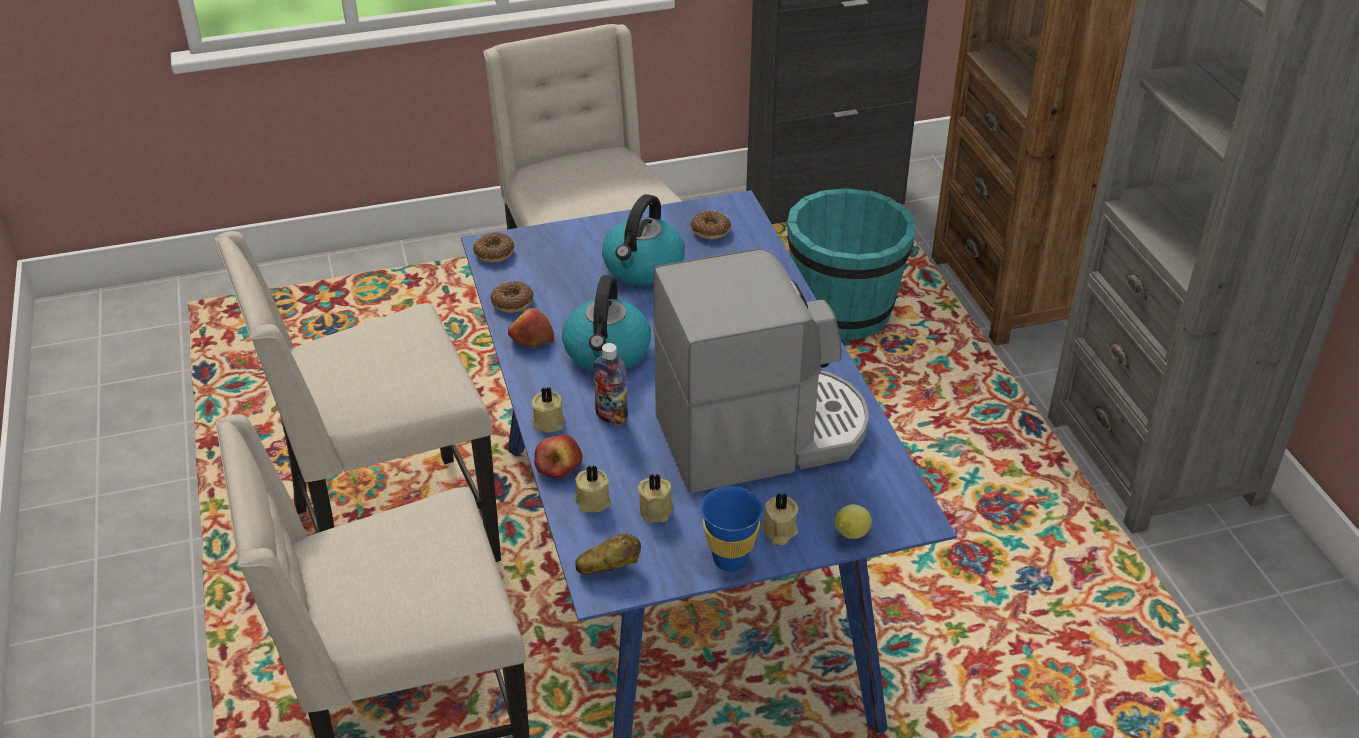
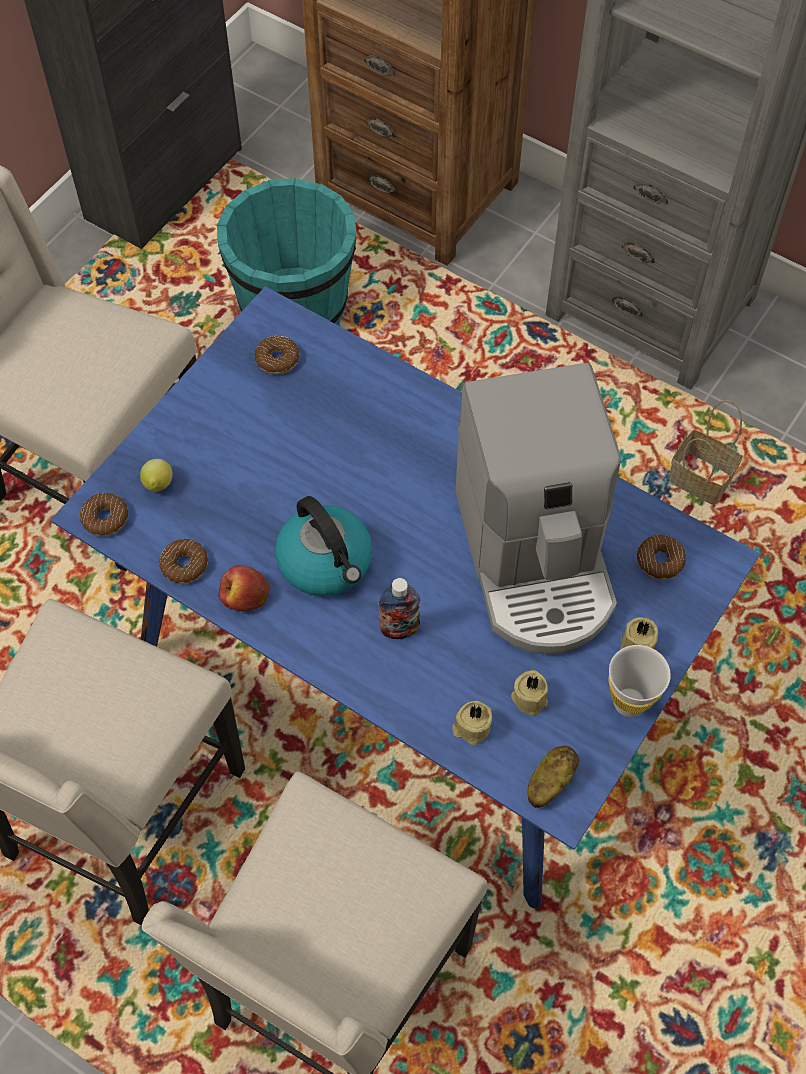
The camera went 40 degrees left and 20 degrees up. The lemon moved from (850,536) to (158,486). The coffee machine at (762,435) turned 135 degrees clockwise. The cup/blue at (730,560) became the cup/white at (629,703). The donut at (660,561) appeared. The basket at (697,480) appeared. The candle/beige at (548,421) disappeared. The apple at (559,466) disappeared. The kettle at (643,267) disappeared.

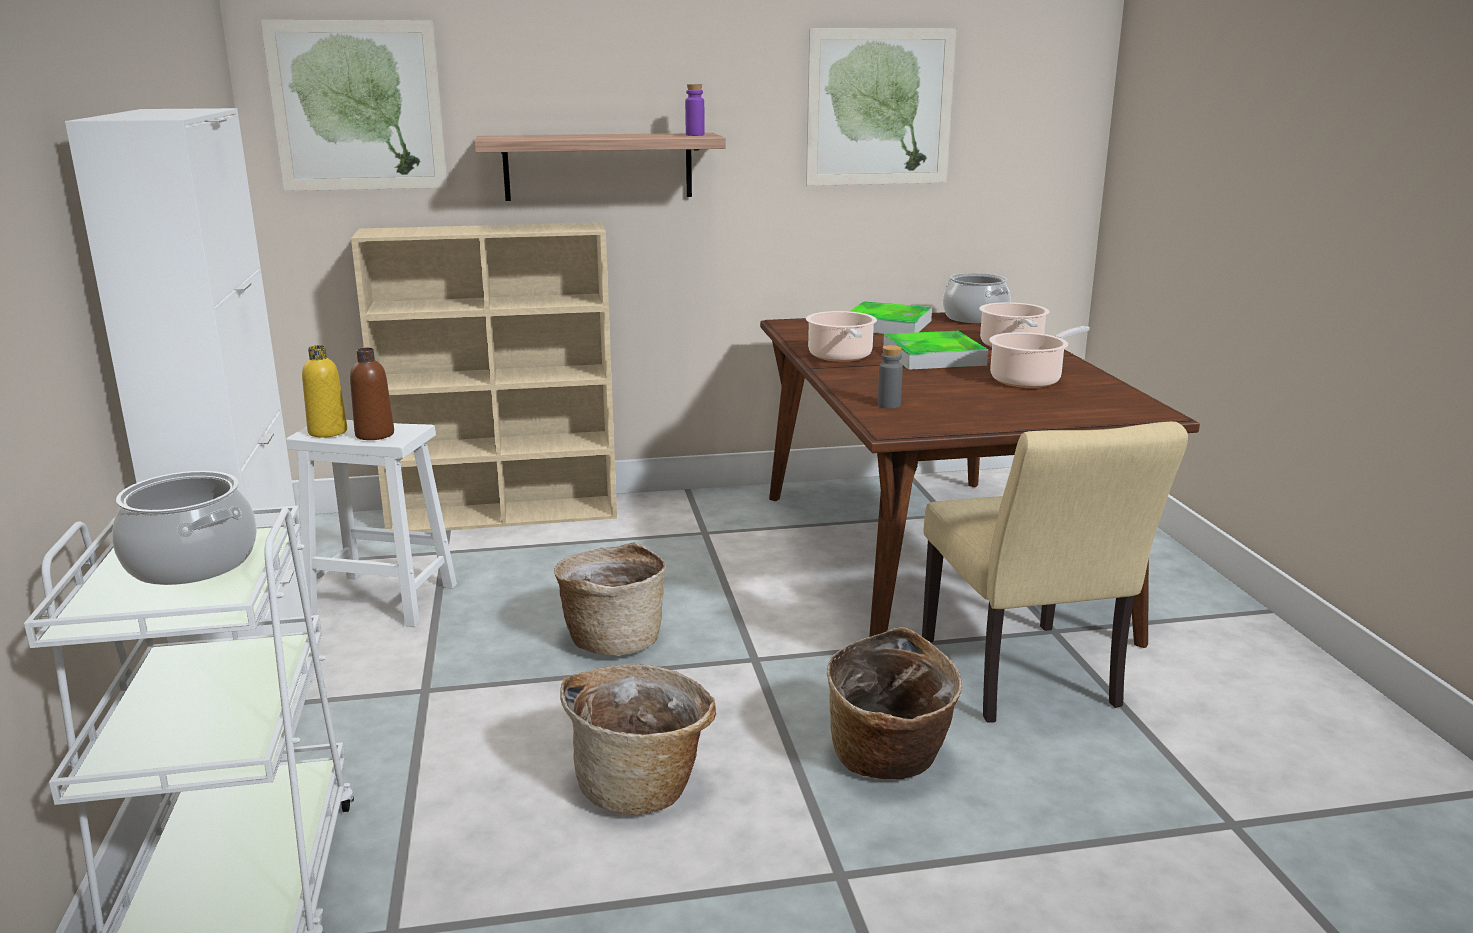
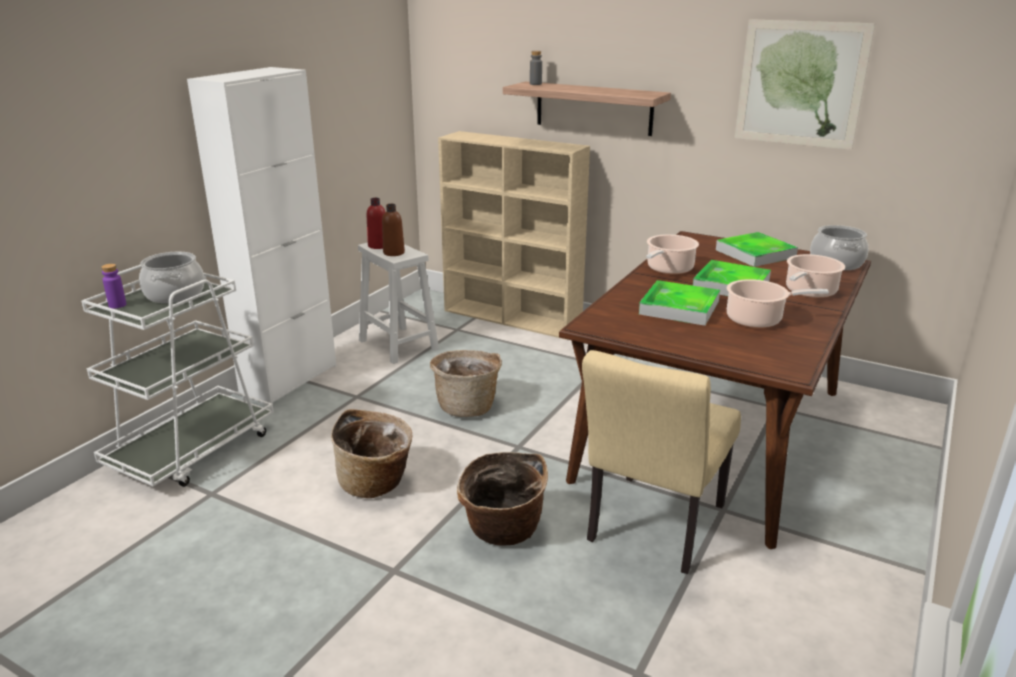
The camera went 40 degrees right and 5 degrees up. The bottle/purple moved from (695,135) to (117,305). The bottle/yellow at (327,432) became the bottle/red at (378,246). The bottle/grey moved from (889,405) to (535,84). The tray at (679,307) appeared. The picture at (357,106) disappeared.

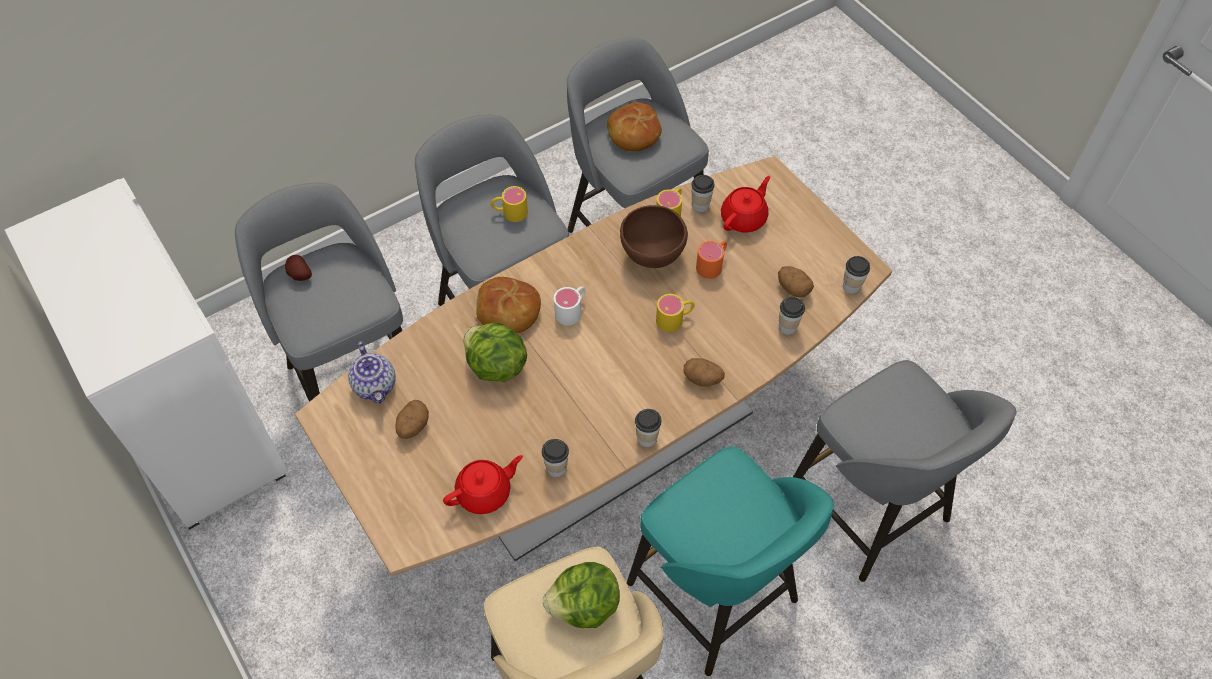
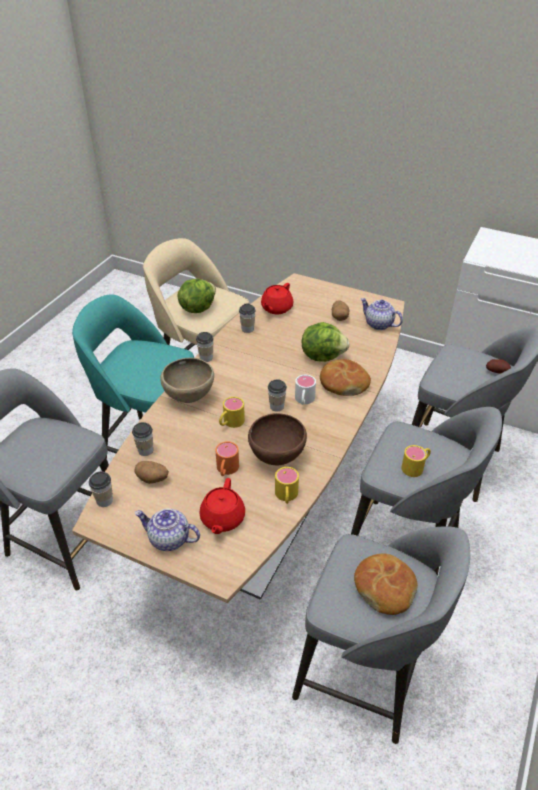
The camera went 150 degrees right and 15 degrees down. The teapot at (169,539) appeared. The potato at (703,379) was replaced by the bowl/brown at (189,397). The cup moved from (700,205) to (276,406).

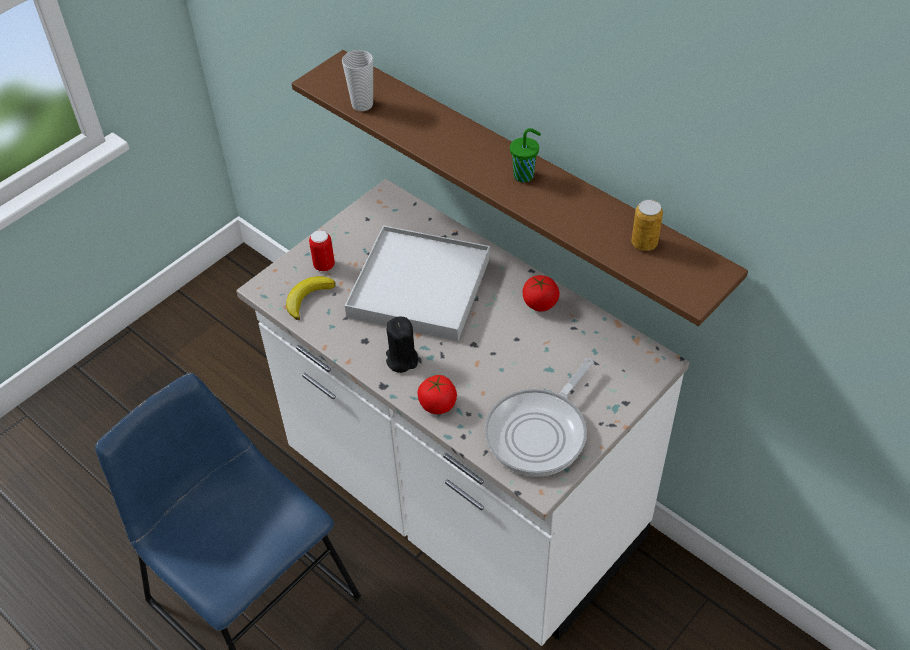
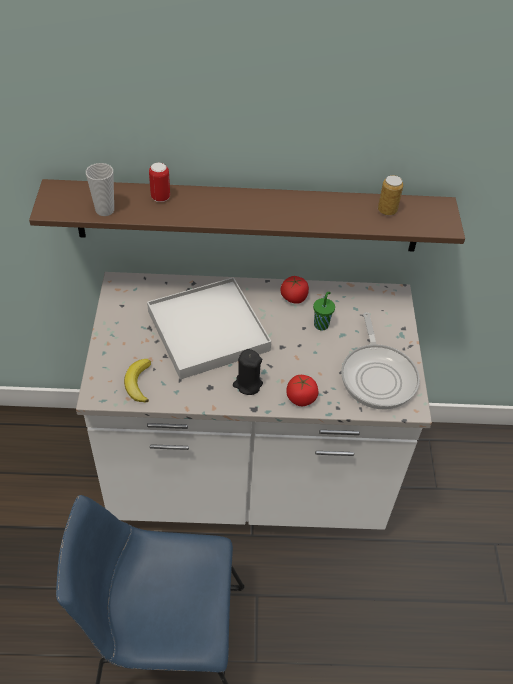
The camera went 45 degrees left and 0 degrees up. The can moved from (324,265) to (160,197). The cup/green moved from (524,175) to (321,324).

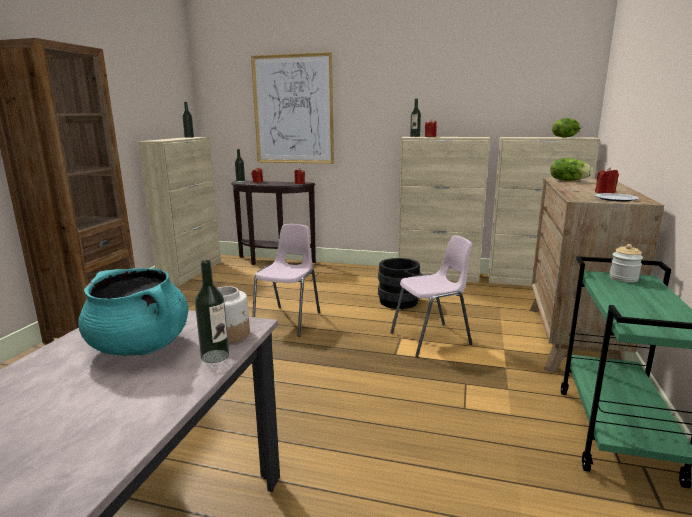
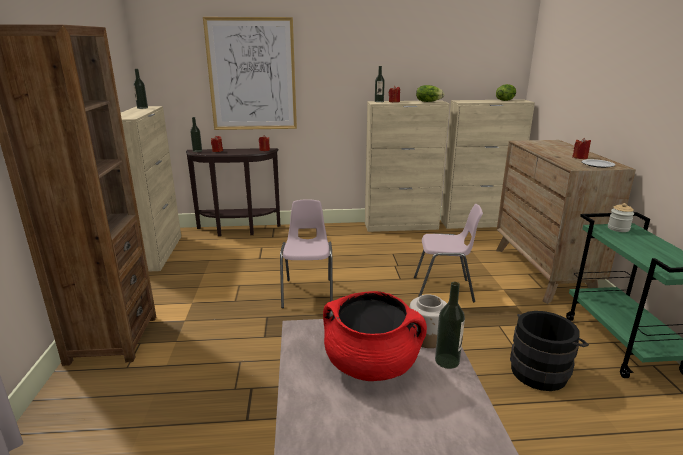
The camera went 20 degrees left and 5 degrees up. The cooking pot/turquoise at (141,346) became the cooking pot/red at (372,365). The chair/pink at (431,339) turned 45 degrees clockwise. The lettuce moved from (568,180) to (428,101). The bucket/black moved from (402,301) to (541,370).

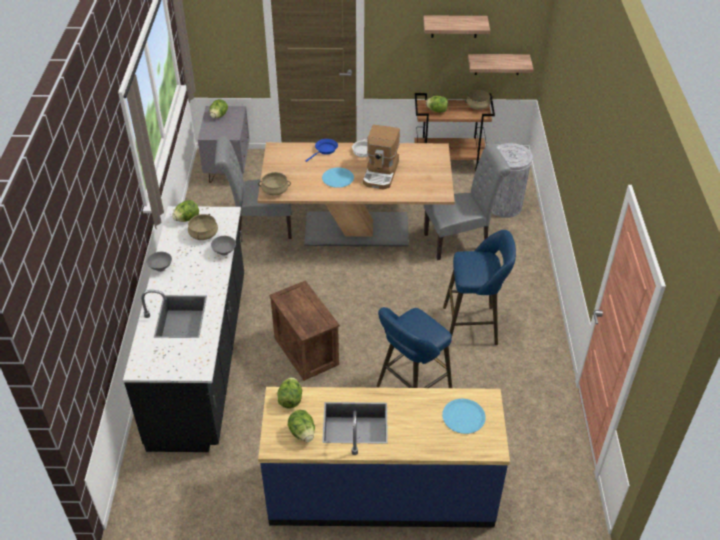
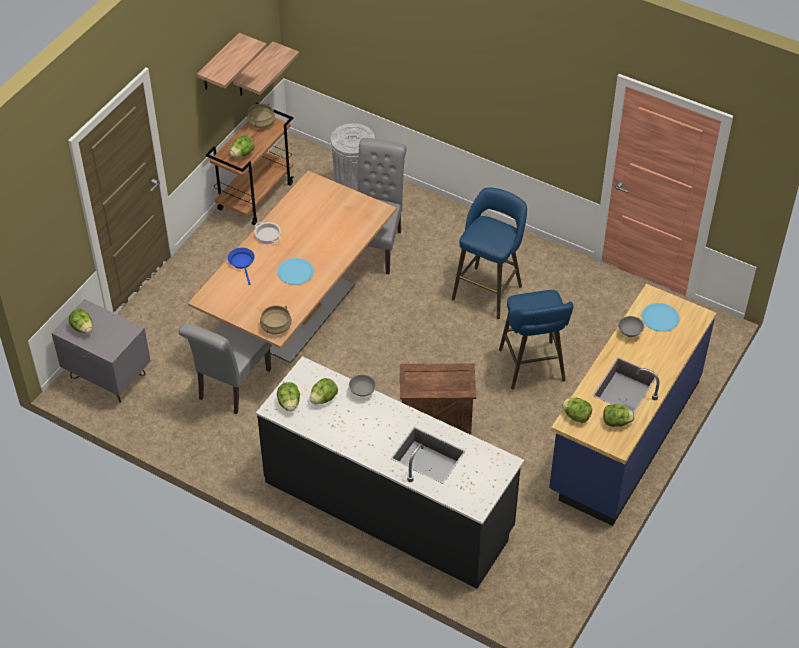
The camera went 60 degrees left and 5 degrees up. The cooking pot/beige at (204,234) was replaced by the lettuce at (323,398). The bowl/grey moved from (160,268) to (629,333). The coffee machine at (381,173) disappeared.

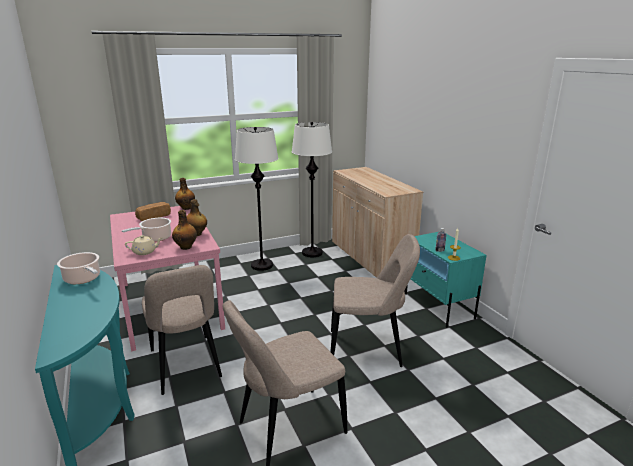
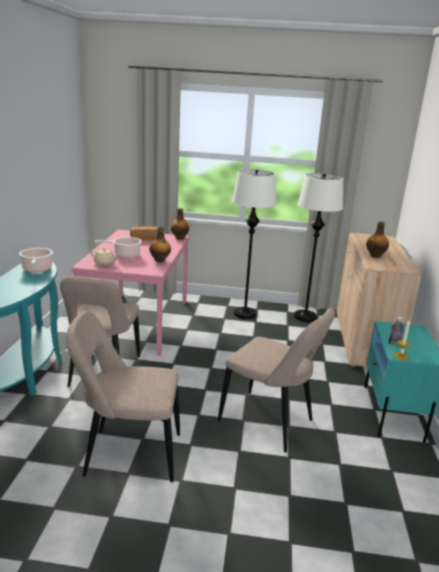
The camera went 30 degrees right and 0 degrees up. The bottle moved from (186,247) to (375,256).

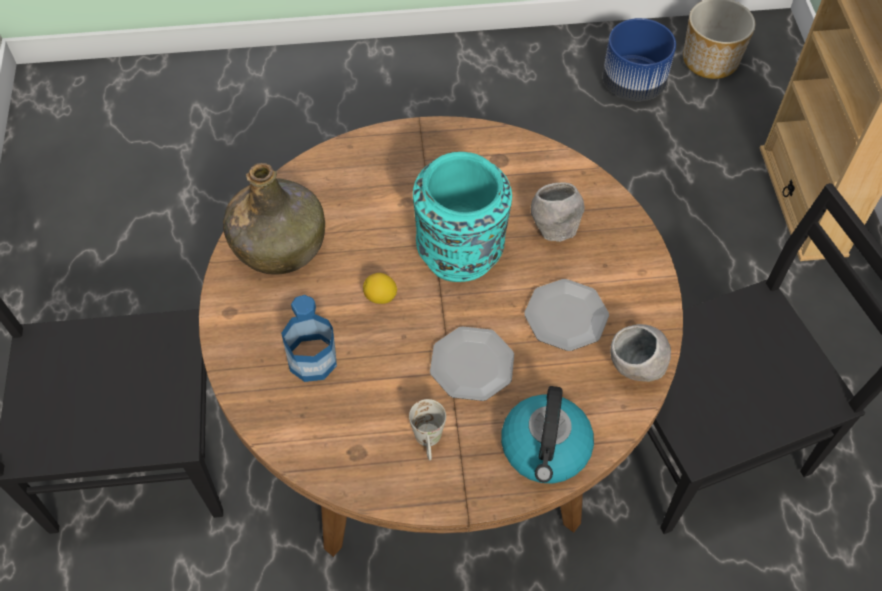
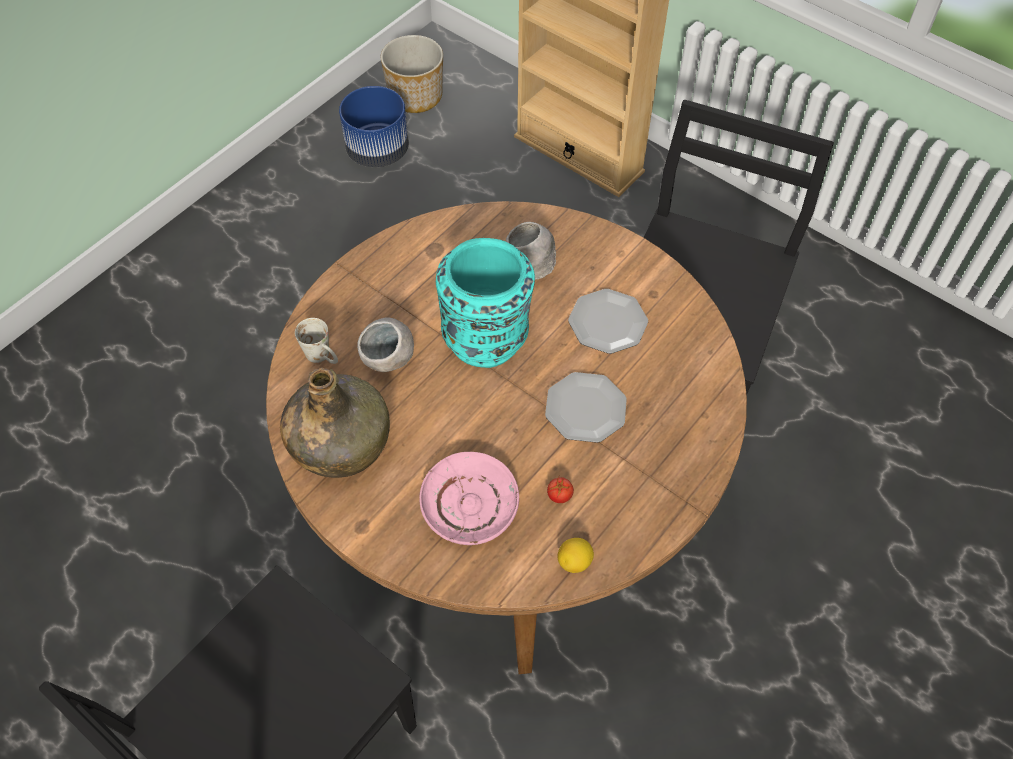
The camera went 45 degrees left and 0 degrees up. The mug/white moved from (429,443) to (323,357). The bowl/grey moved from (636,370) to (390,363). The bottle at (312,360) was replaced by the plate/pink at (470,504). The tomato at (559,496) appeared. The lemon moved from (380,297) to (574,562). The kettle at (545,449) disappeared.

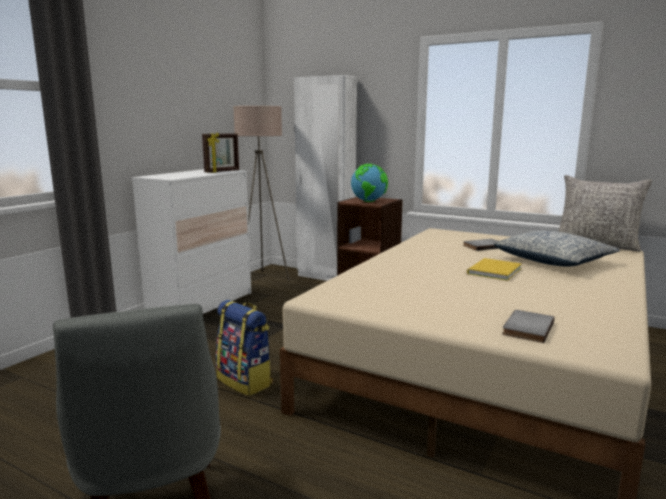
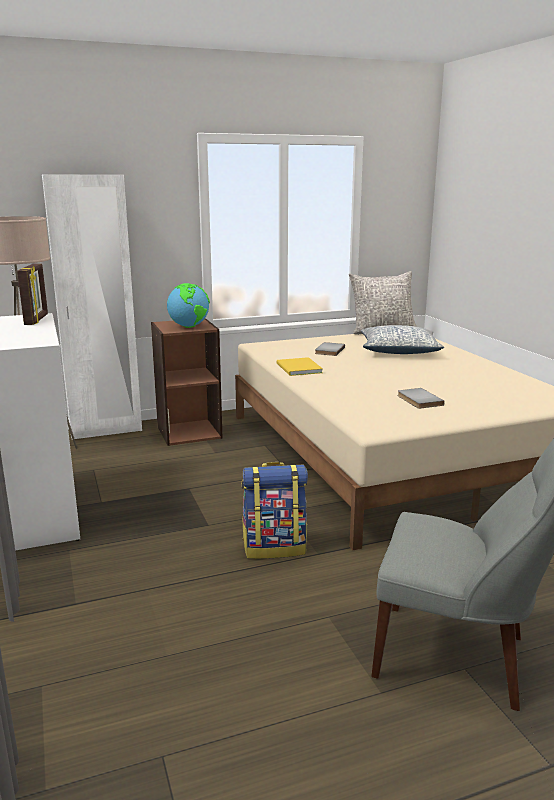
The camera went 50 degrees left and 5 degrees up. The book/yellow moved from (492,271) to (298,369). The book/grey moved from (526,328) to (418,400).

